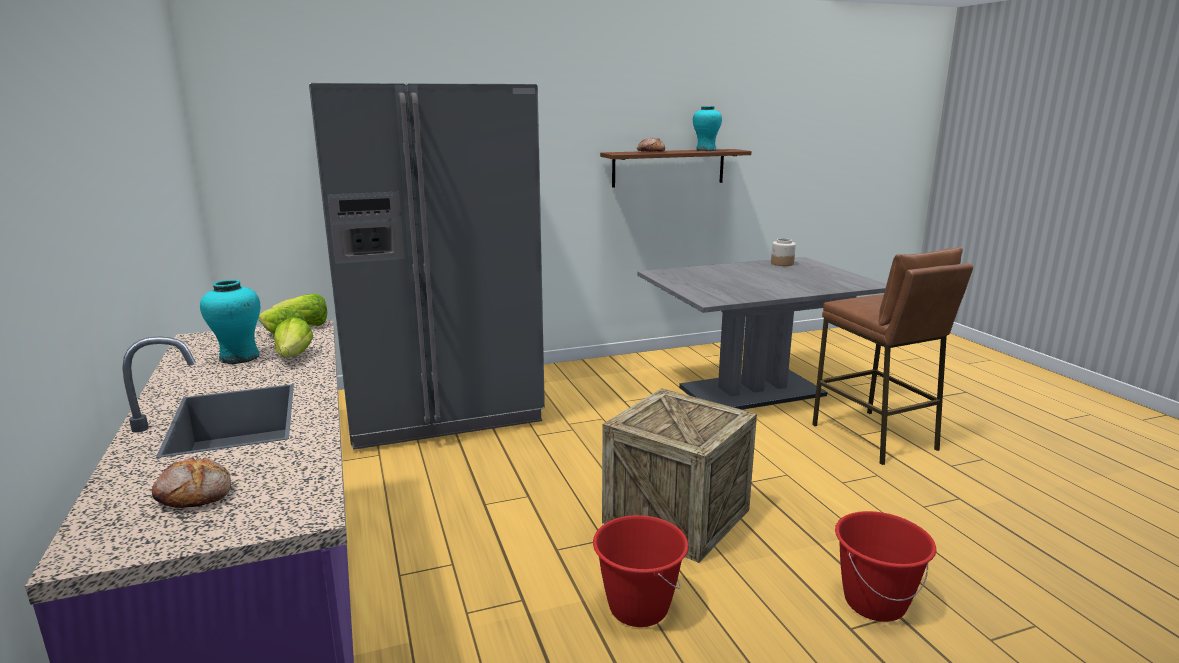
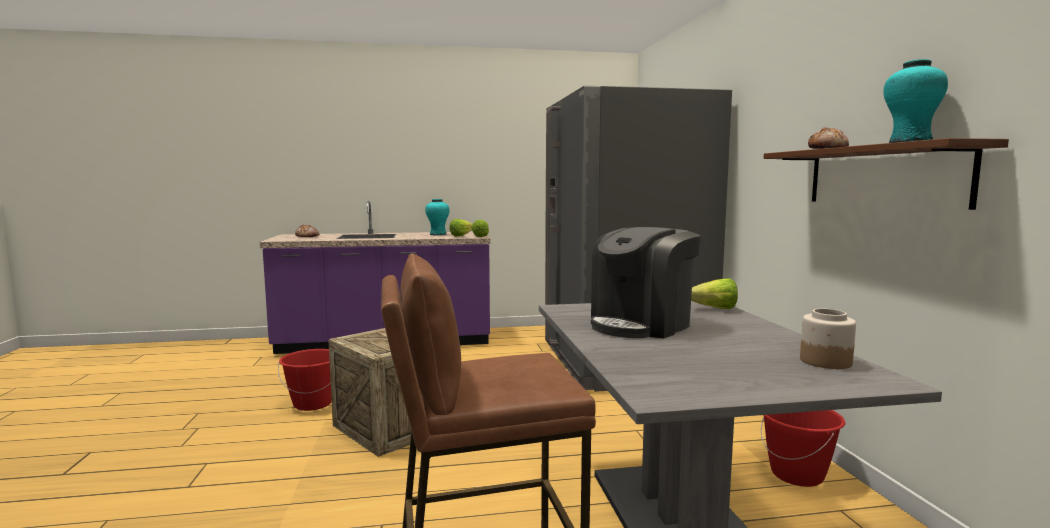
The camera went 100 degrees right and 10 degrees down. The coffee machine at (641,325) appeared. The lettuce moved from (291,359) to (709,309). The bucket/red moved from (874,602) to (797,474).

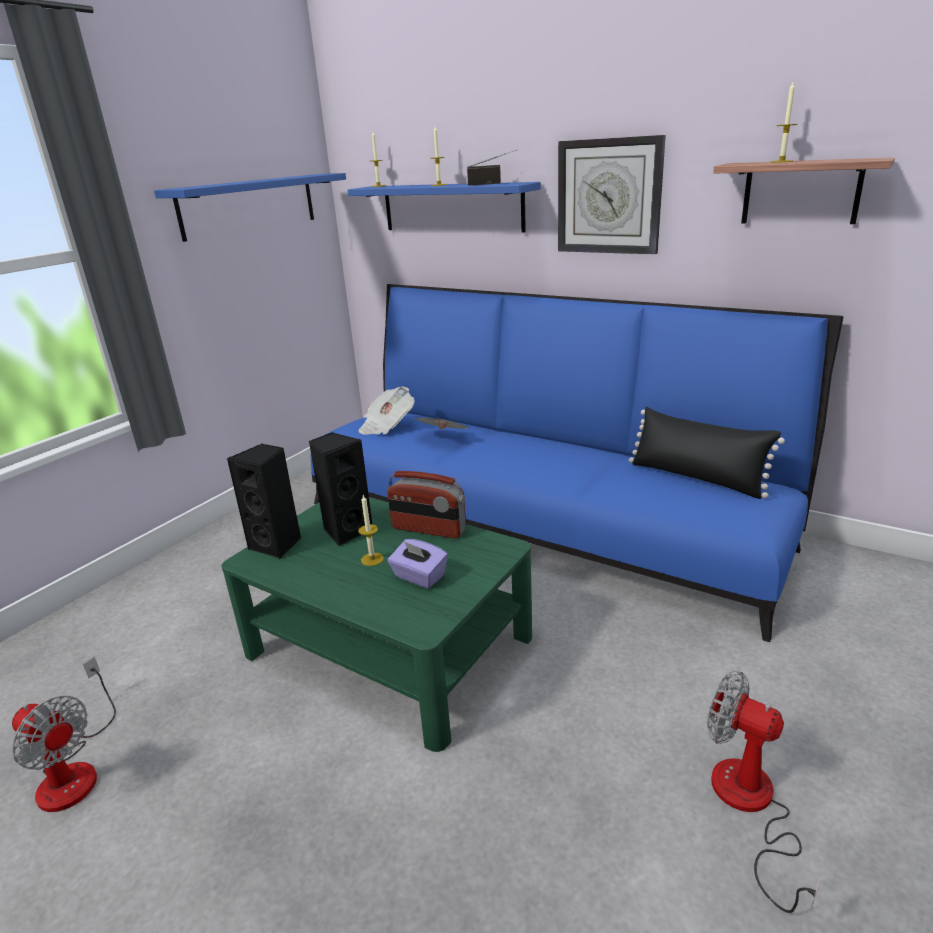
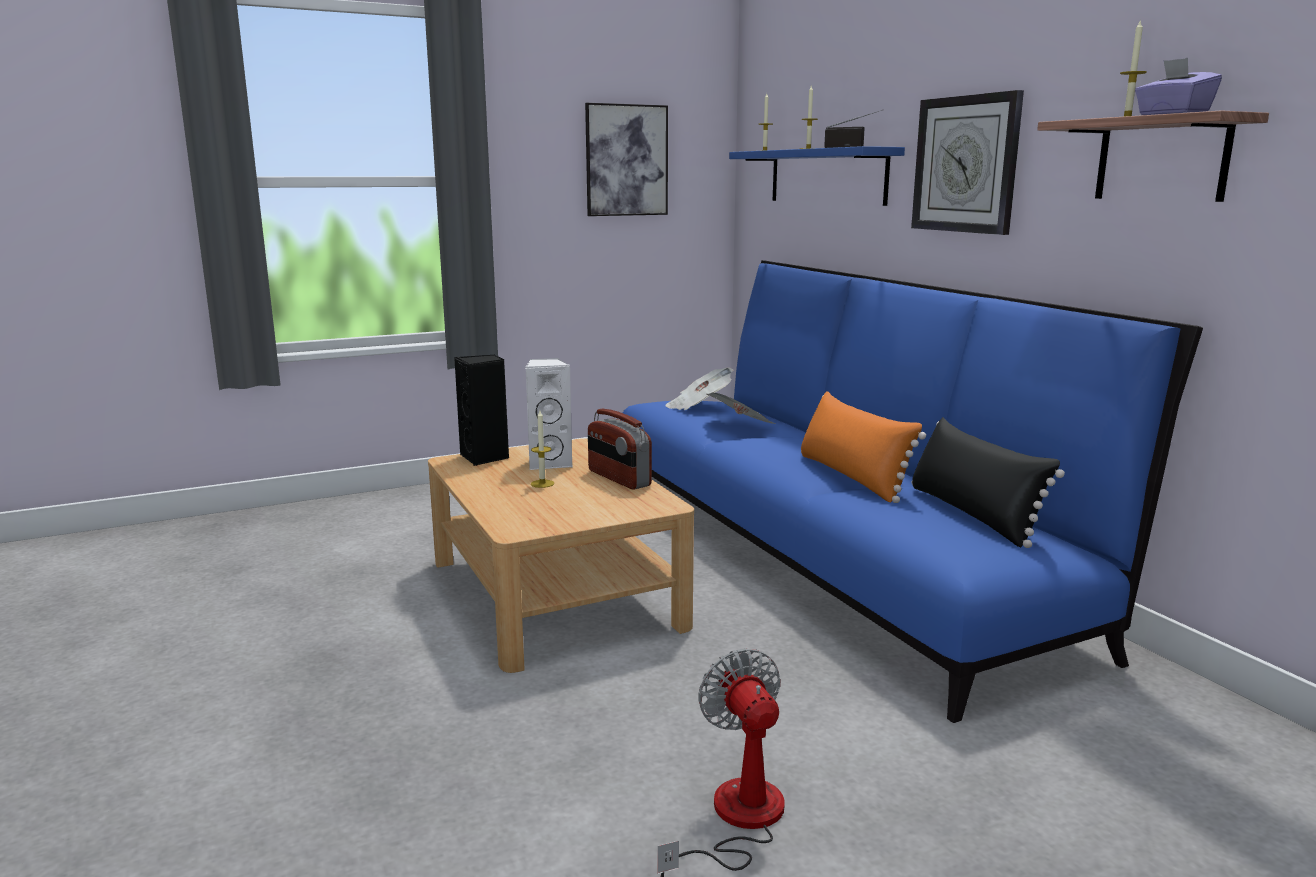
The camera went 30 degrees right and 10 degrees down. The coffee table/green at (389,645) became the coffee table/beige at (555,593). The speaker/black at (346,531) became the speaker/white at (550,463). The shelf/blue at (249,205) was replaced by the picture at (626,160). The pillow/orange at (852,477) appeared. The tissue box/purple moved from (419,577) to (1172,114). The fan at (75,770) disappeared.

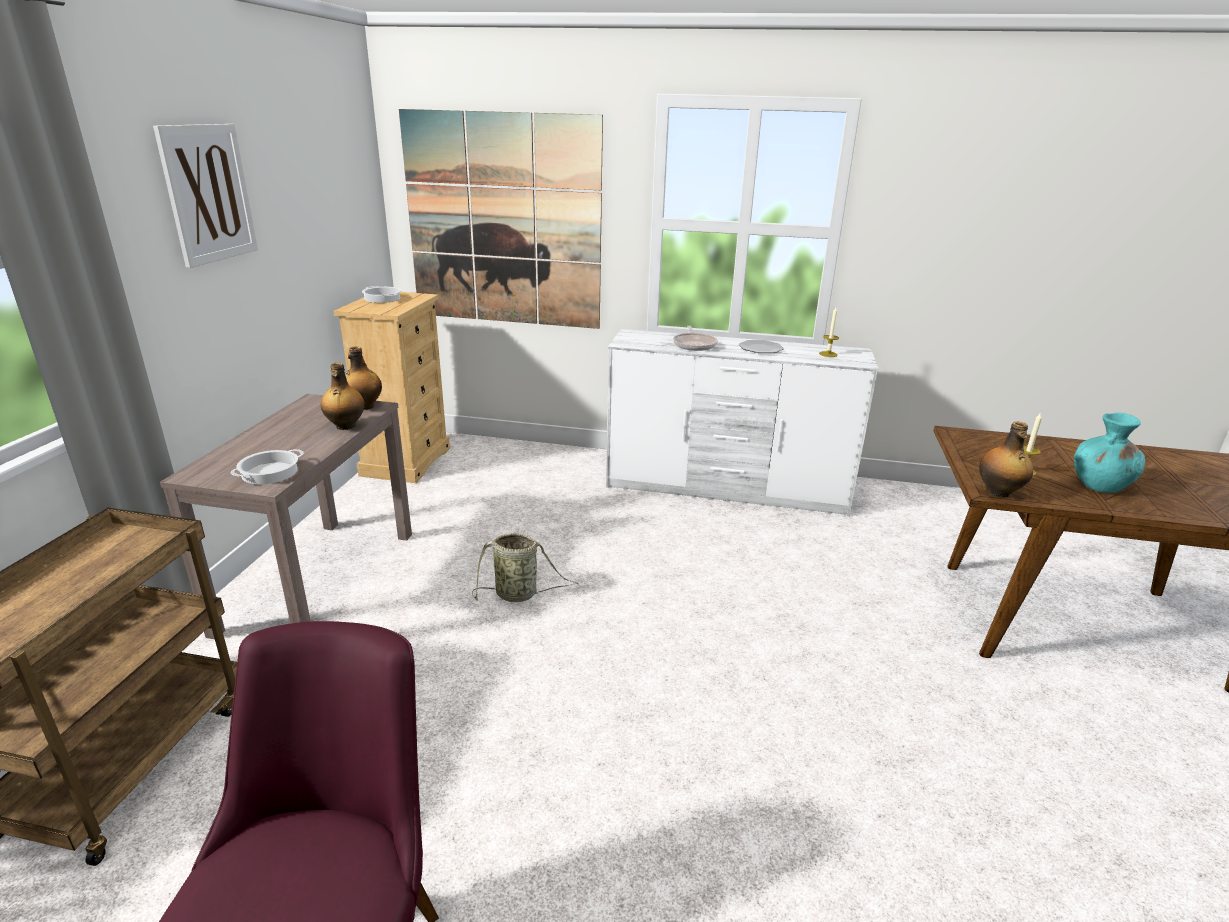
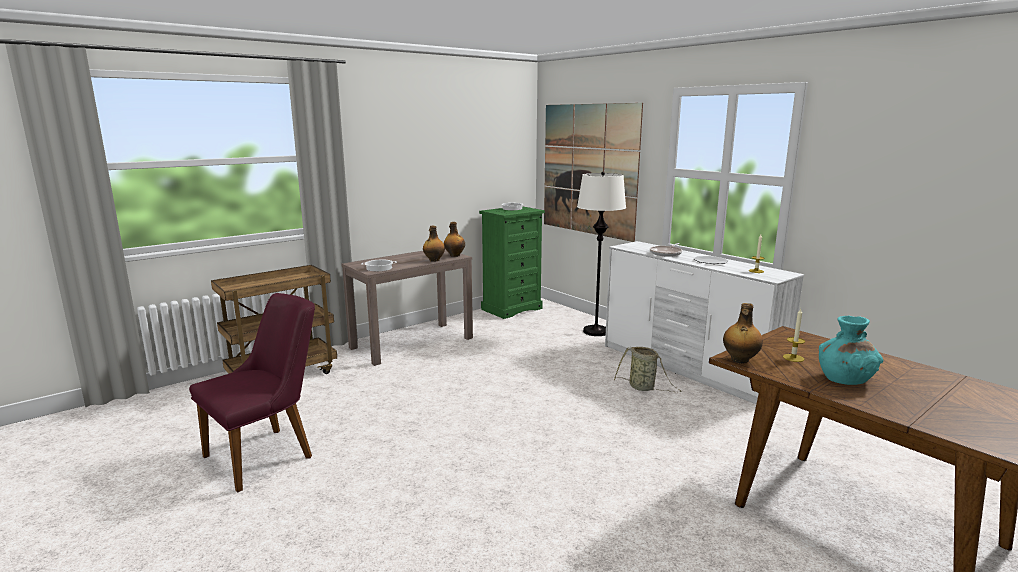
The camera went 40 degrees right and 10 degrees down. The dresser/beige at (406,461) became the dresser/green at (511,309). The floor lamp/white at (596,331) appeared. The basket moved from (519,594) to (643,388). The picture at (208,193) disappeared.

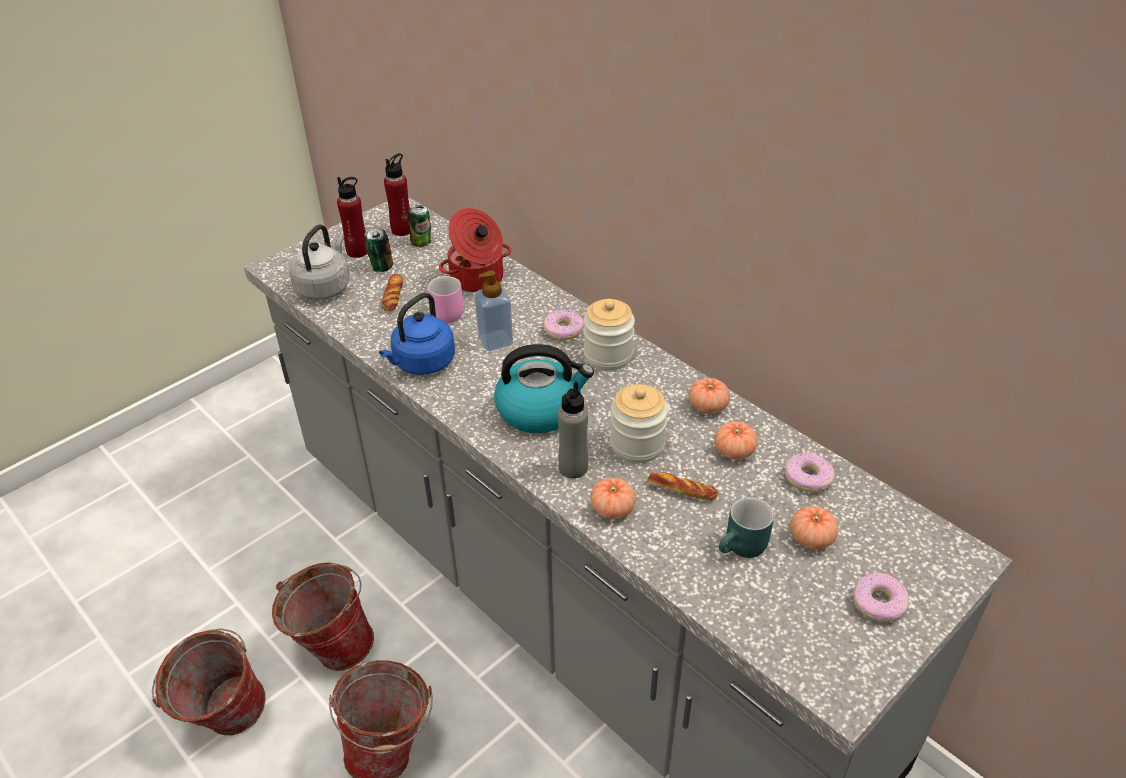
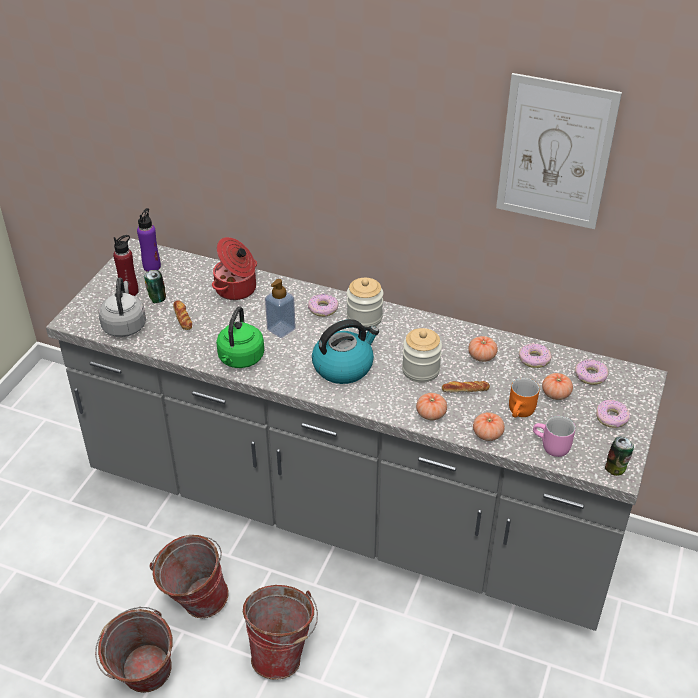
The camera went 25 degrees left and 0 degrees up. The bottle/red at (402,230) became the bottle/purple at (152,266). The kettle/blue at (422,363) became the kettle/green at (240,359). The tomato moved from (708,406) to (487,434). The picture at (555,153) appeared. The mug/turquoise at (743,549) became the mug/orange at (522,412). The mug/pink moved from (442,313) to (550,447). The donut at (590,376) appeared. The can moved from (422,243) to (616,469). The bottle/grey at (573,468) disappeared.

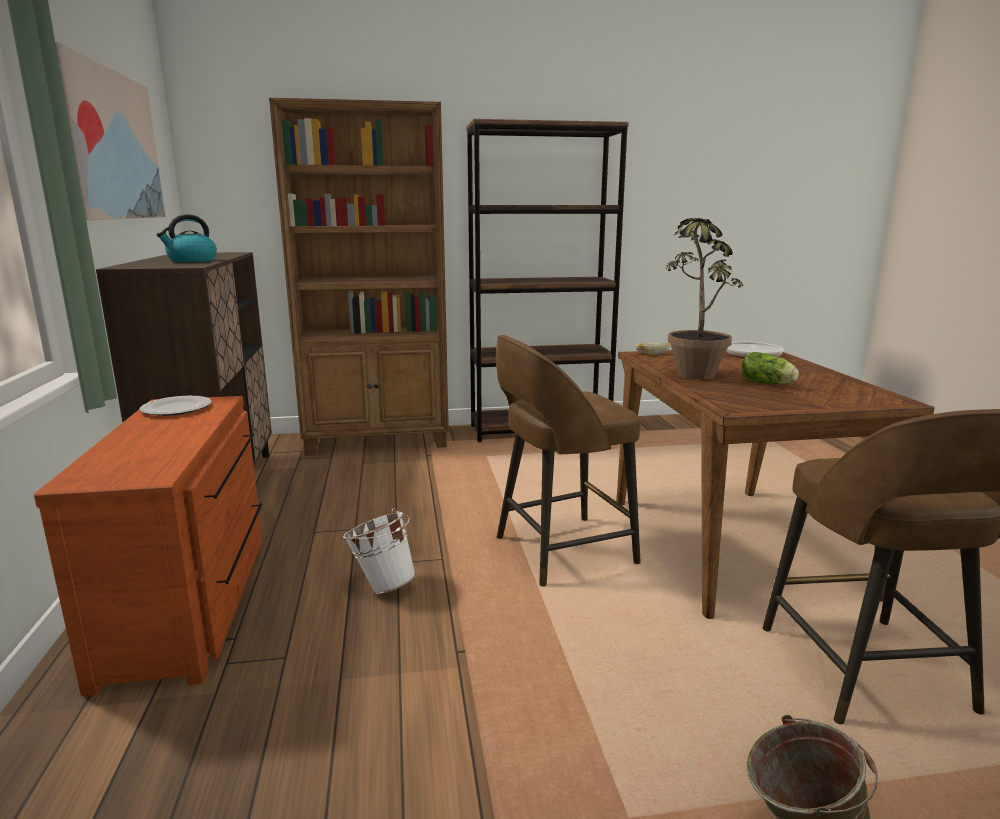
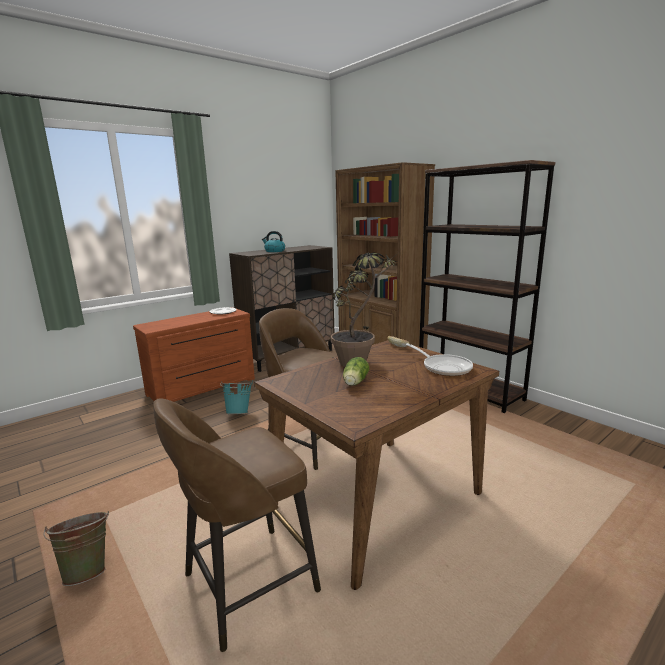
The camera went 60 degrees right and 0 degrees up. The bucket/white at (382,585) became the bucket/turquoise at (239,413). The picture at (109,145) disappeared.

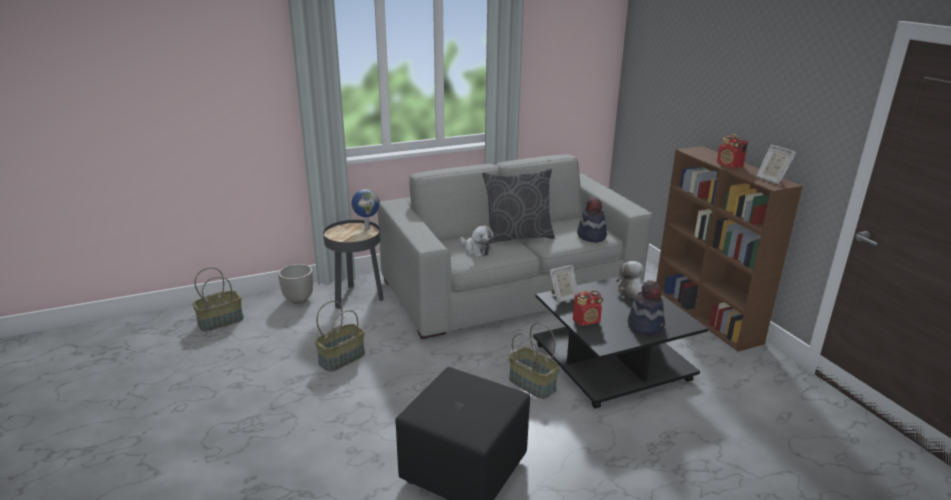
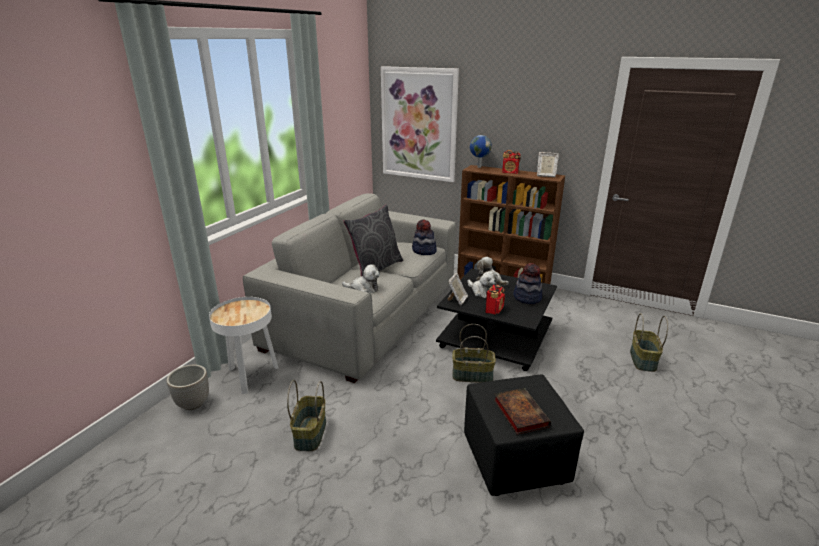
The camera went 40 degrees left and 0 degrees up. The side table/black at (357,297) became the side table/white at (251,375). The picture at (419,124) appeared. The plush toy at (482,292) appeared. The globe moved from (367,227) to (479,167). The book at (519,412) appeared. The basket moved from (221,321) to (642,359).

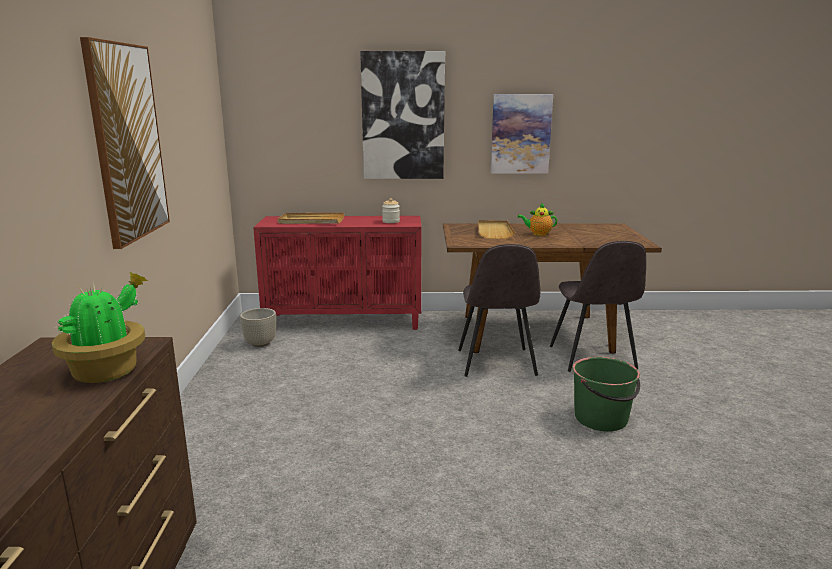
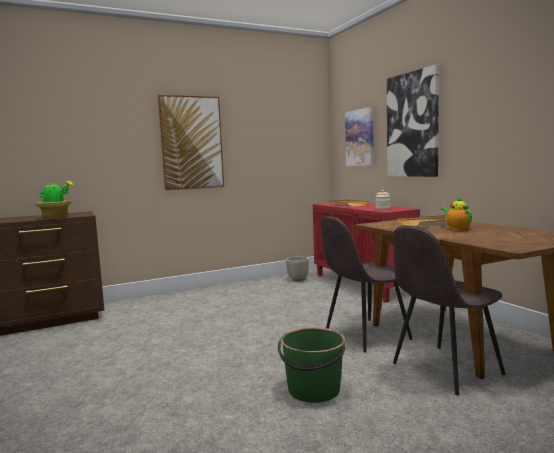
The camera went 65 degrees right and 10 degrees down. The picture moved from (520,134) to (360,137).

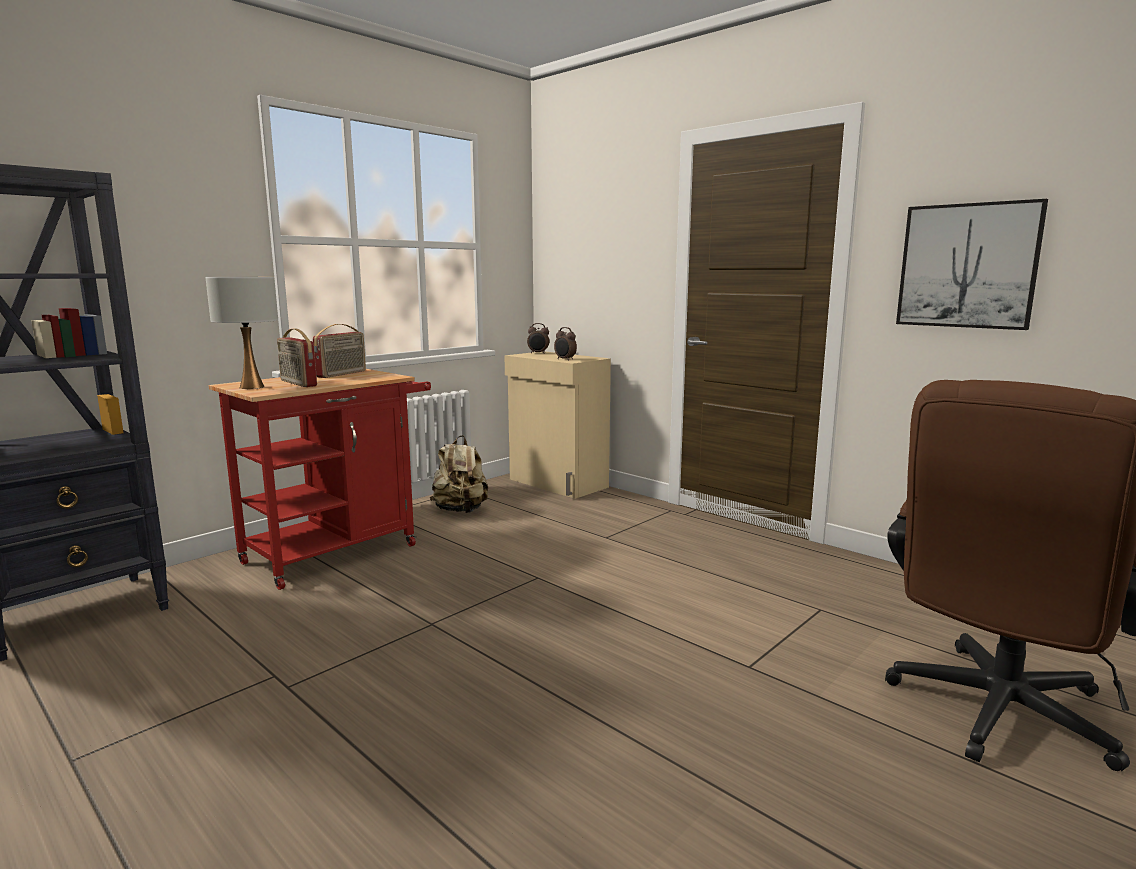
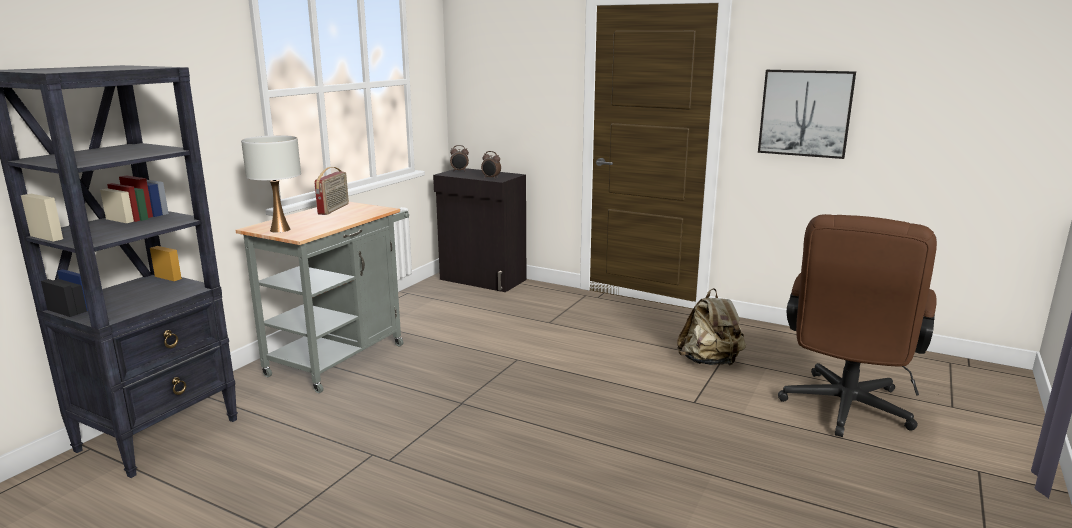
The camera went 15 degrees left and 5 degrees up. The cart/red at (340,550) became the cart/grey at (342,356). The cabinet/beige at (557,483) became the cabinet/black at (482,280). The backpack/beige moved from (461,511) to (710,362). The radio at (297,383) disappeared.

